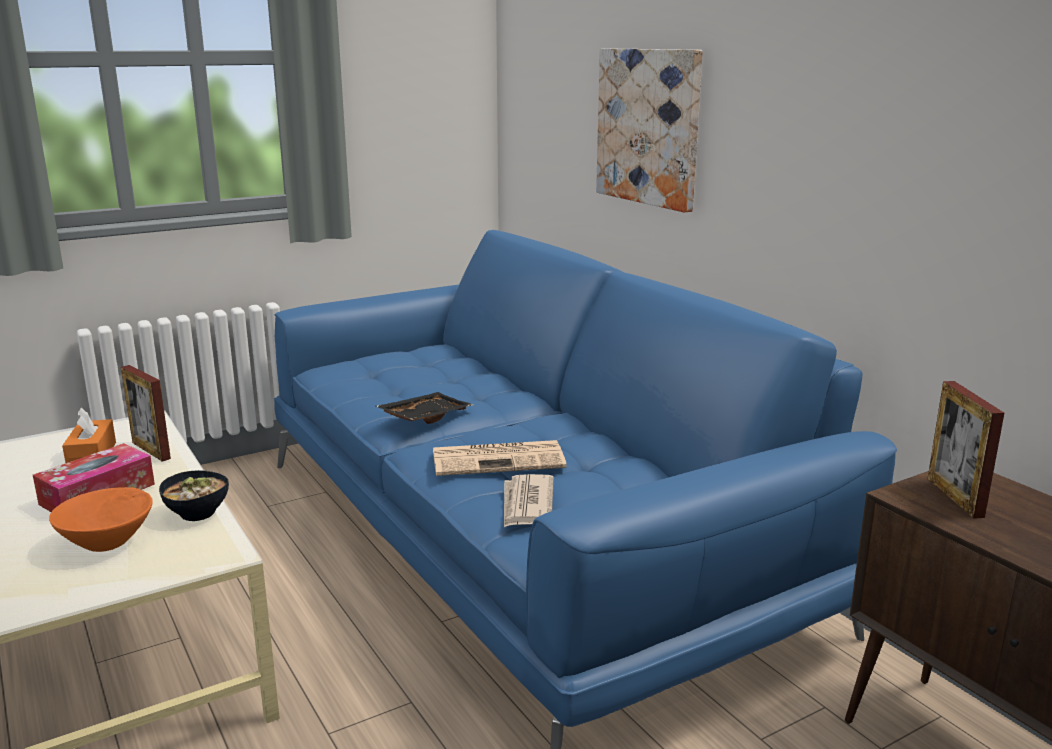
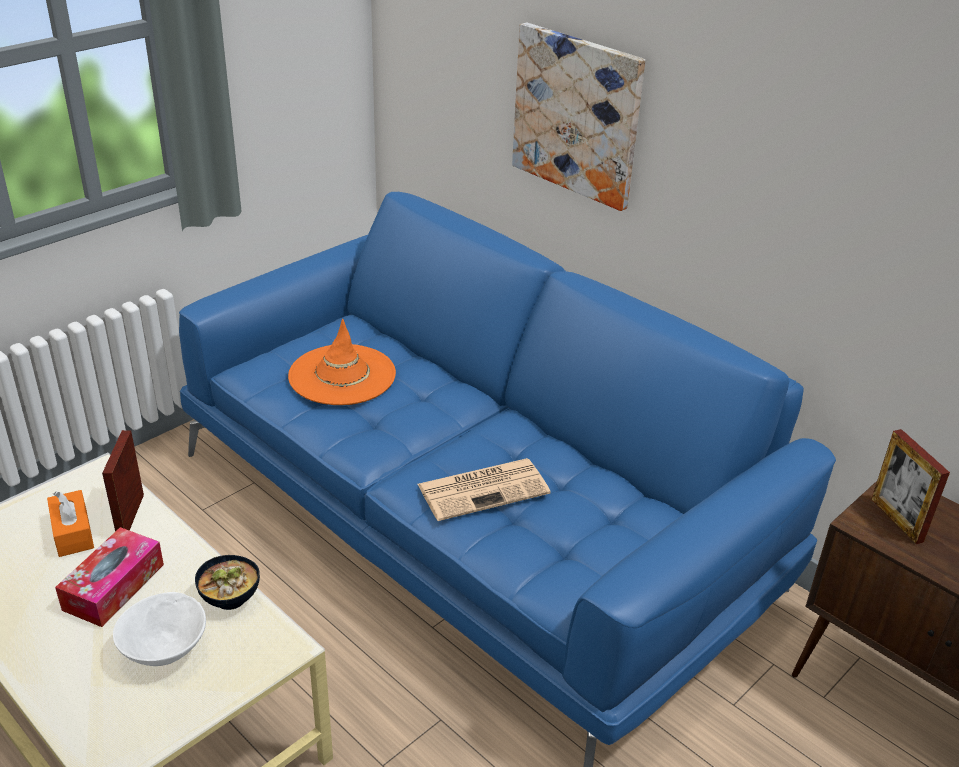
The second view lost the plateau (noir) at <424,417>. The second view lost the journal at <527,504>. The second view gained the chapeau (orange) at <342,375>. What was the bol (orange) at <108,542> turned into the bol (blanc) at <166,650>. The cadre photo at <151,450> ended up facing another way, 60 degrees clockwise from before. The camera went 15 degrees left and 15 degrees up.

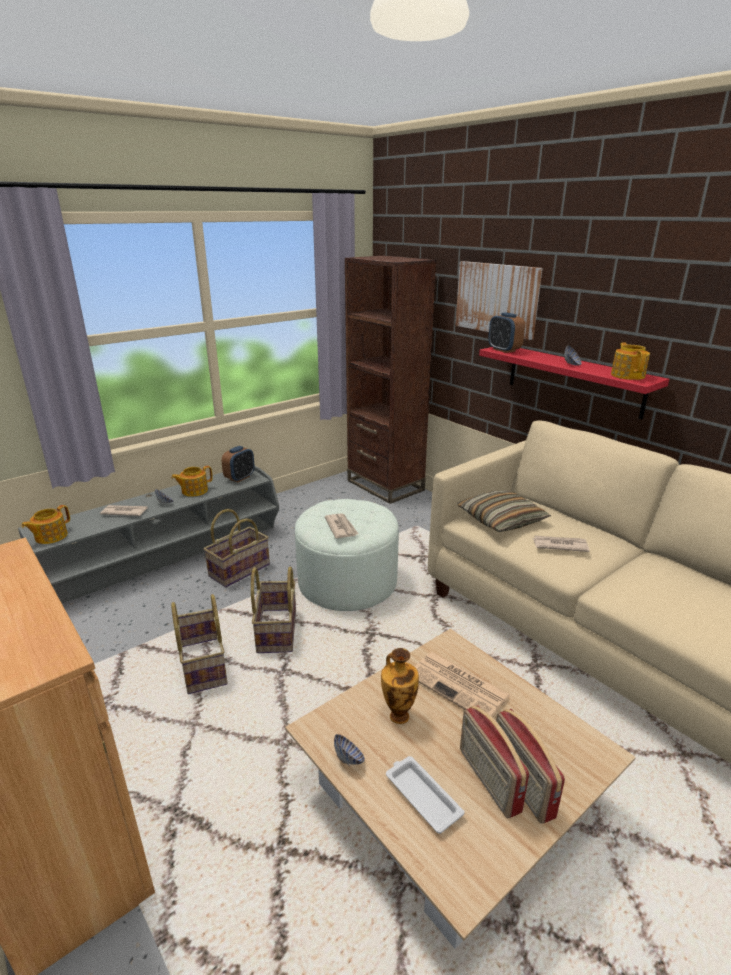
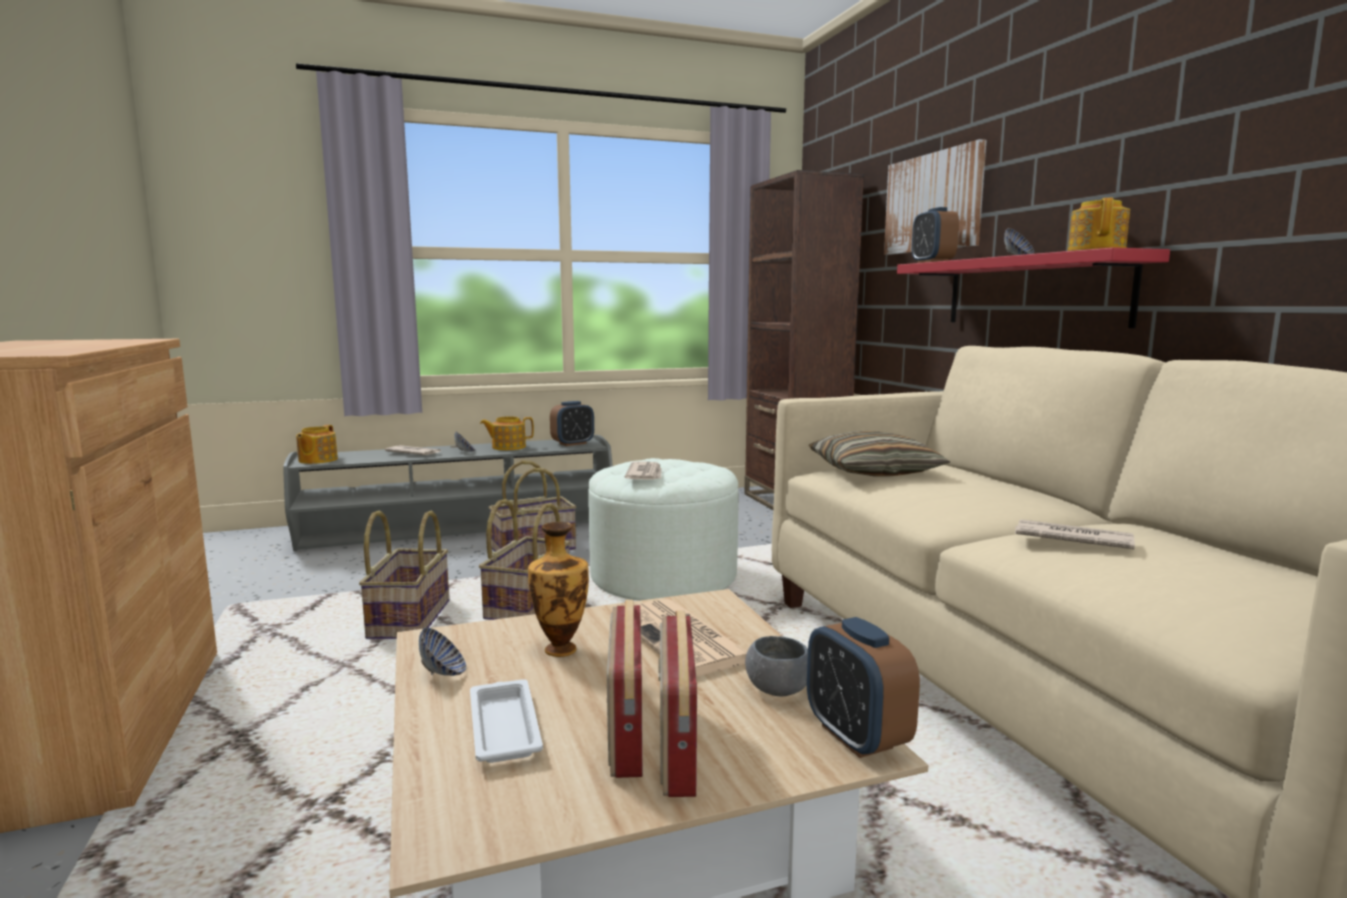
The second view gained the bol (gris) at <778,690>. The second view gained the réveil at <856,736>. The journal ended up elsewhere, having gone from <559,545> to <1071,539>. The théière at <50,536> ended up facing another way, 45 degrees counterclockwise from before. The camera went 20 degrees right and 15 degrees down.

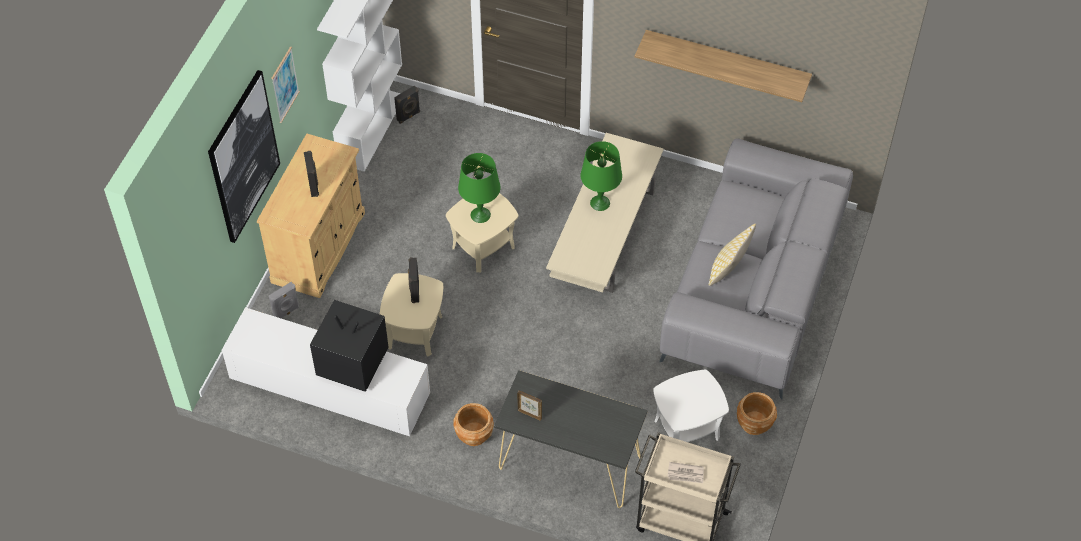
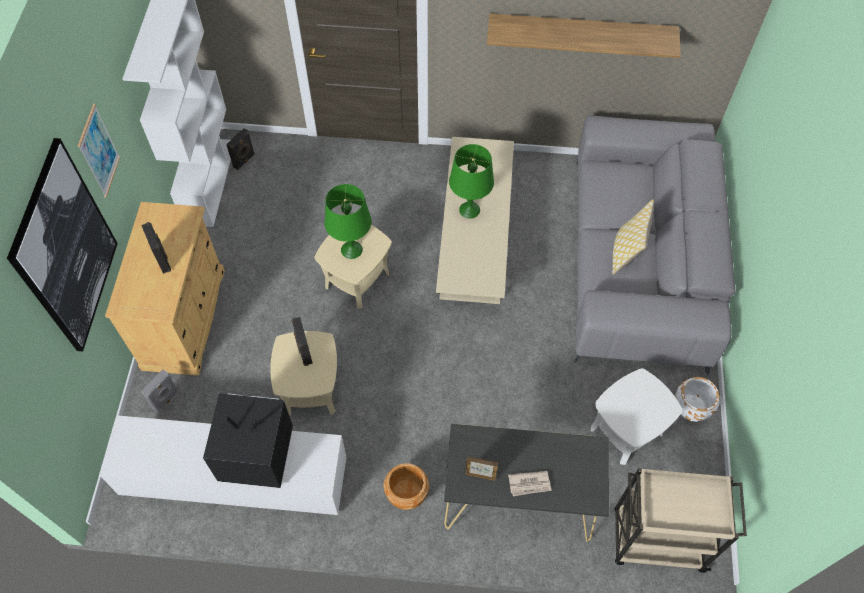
The journal ended up elsewhere, having gone from <685,474> to <529,484>. What was the cache-pot (marron) at <754,424> turned into the cache-pot (blanc) at <691,408>. The camera went 15 degrees left and 5 degrees up.

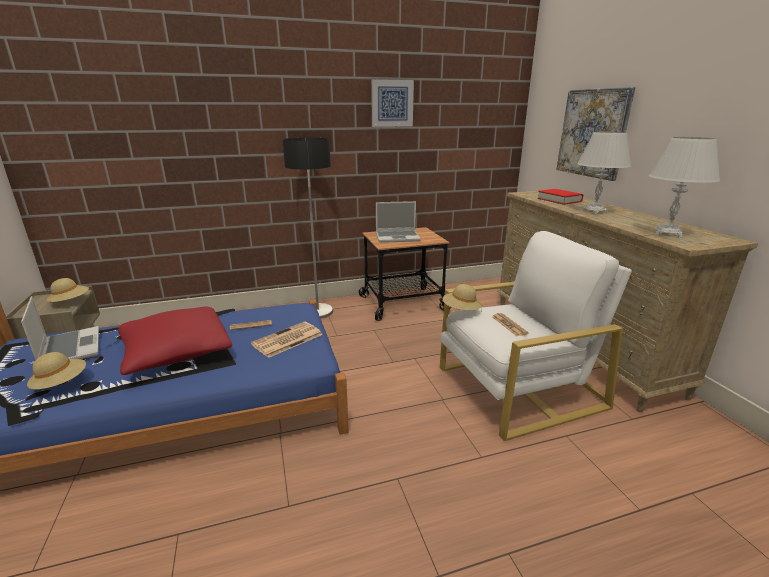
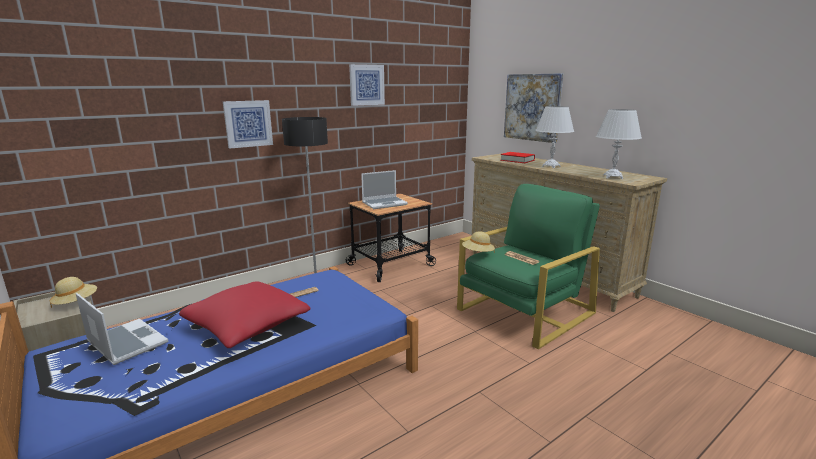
The second view lost the chapeau (beige) at <61,383>. The second view lost the journal at <287,340>. The second view gained the tableau at <248,123>. What was the fauteuil (blanc) at <518,387> turned into the fauteuil (vert) at <524,311>. The camera went 20 degrees left and 5 degrees down.

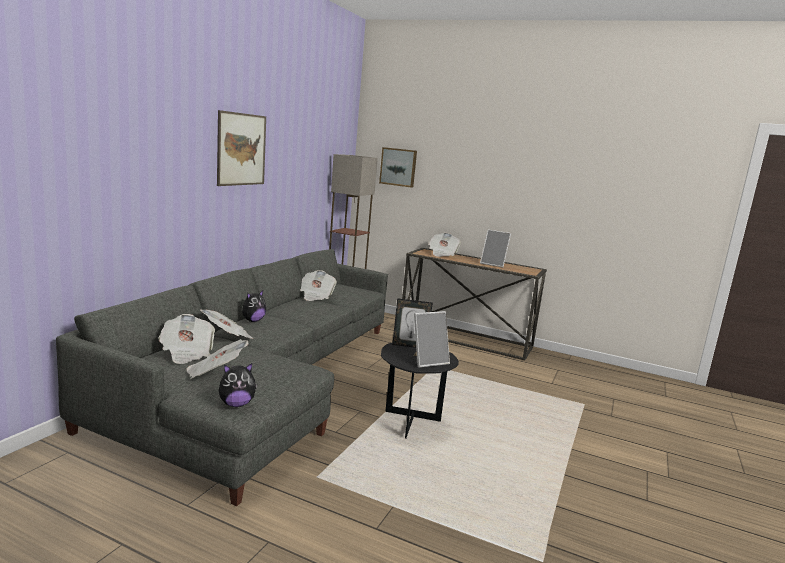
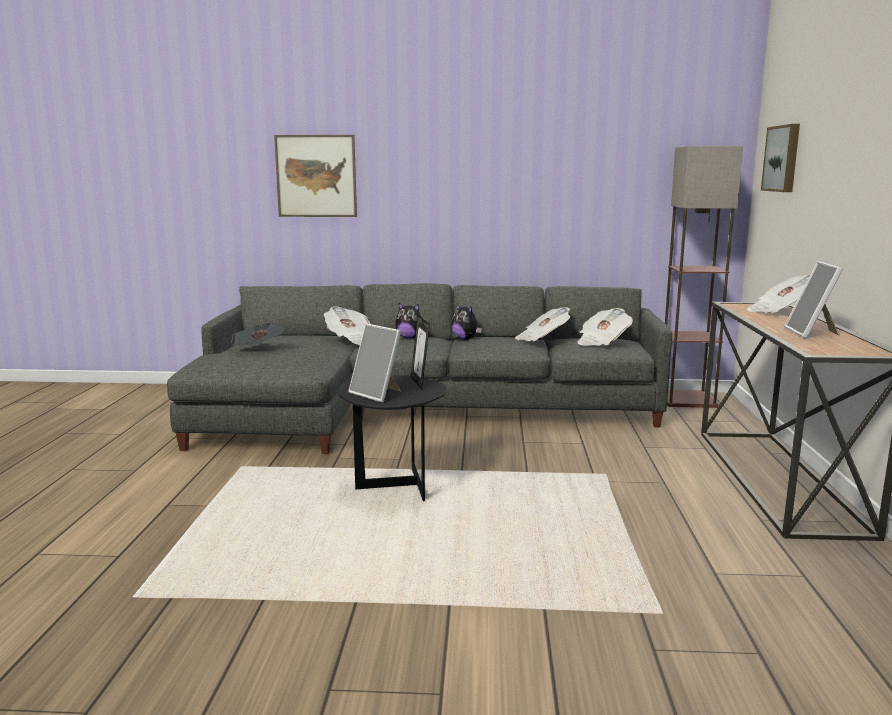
The journal ended up elsewhere, having gone from <187,353> to <602,342>. The tableau ended up elsewhere, having gone from <241,149> to <316,176>. The peluche ended up elsewhere, having gone from <236,404> to <465,339>. The camera went 70 degrees right and 0 degrees up.

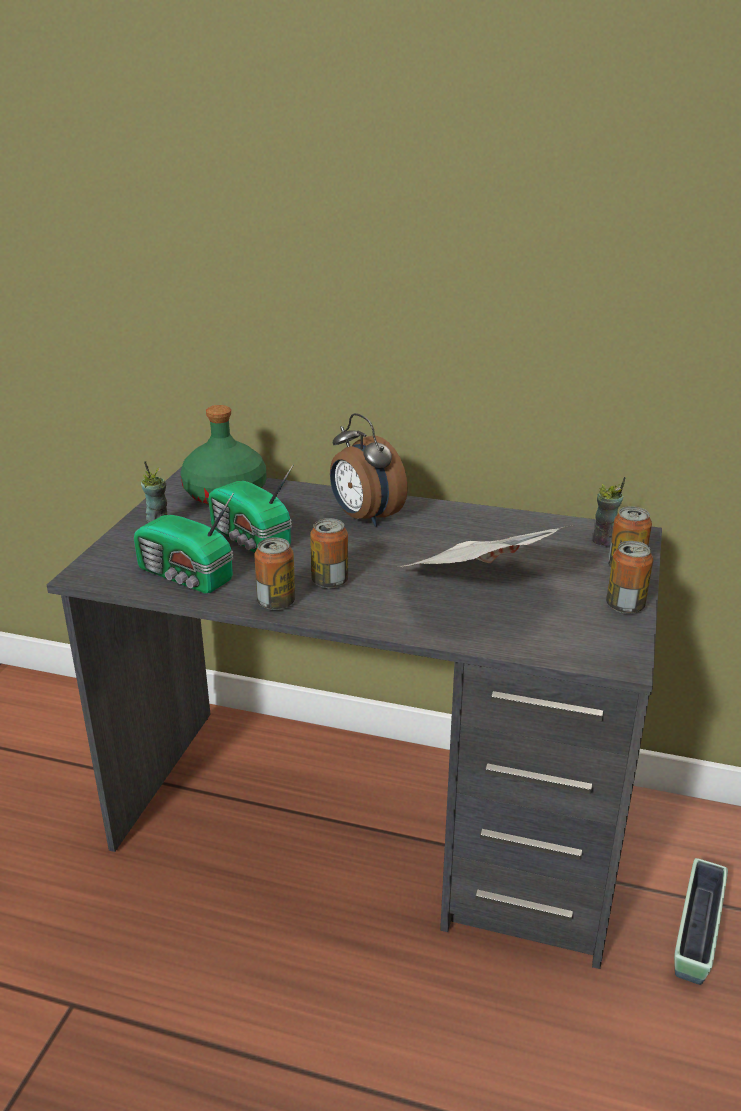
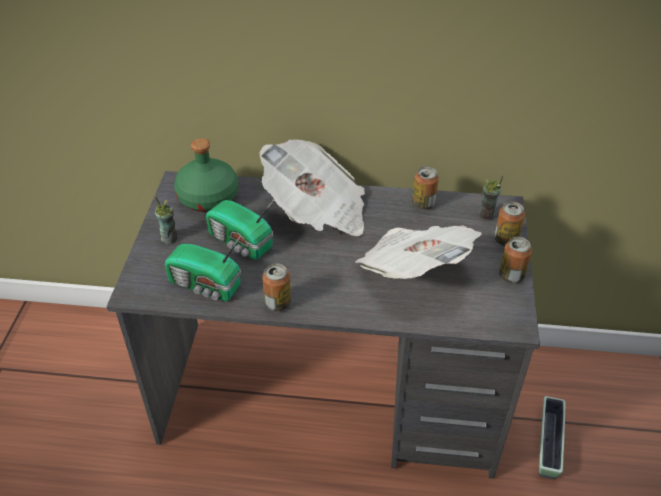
The boîte métallique ended up elsewhere, having gone from <330,581> to <423,204>. Where the réveil stood at <364,518>, the journal came to stand at <317,211>. The camera went 10 degrees left and 15 degrees up.

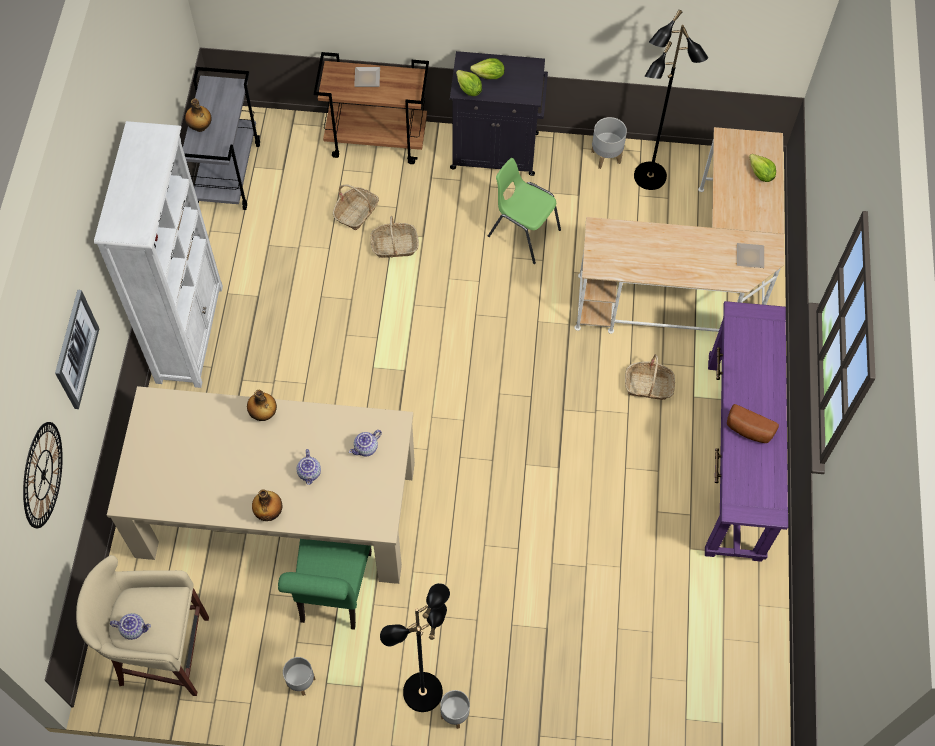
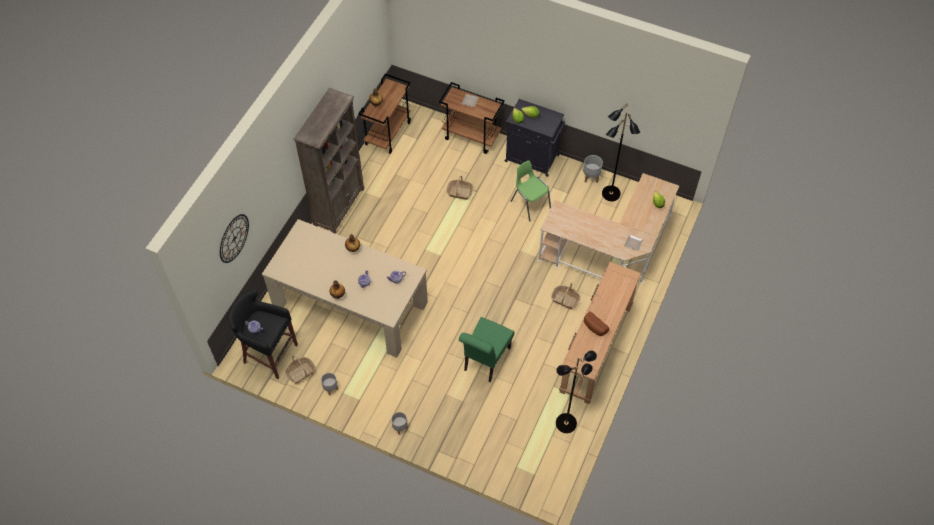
The second view lost the tableau at <75,349>. The chaise (vert) ended up elsewhere, having gone from <333,592> to <485,361>. The panier ended up elsewhere, having gone from <356,212> to <301,372>. The lampadaire (noir) ended up elsewhere, having gone from <422,691> to <566,422>. What was the tabouret (beige) at <161,653> turned into the tabouret (noir) at <269,354>. What was the bibliothèque (blanc) at <190,333> turned into the bibliothèque (marron) at <339,207>. What was the chariot (gris) at <227,173> turned into the chariot (marron) at <388,133>. What was the table console (violet) at <733,457> turned into the table console (marron) at <596,348>. The camera went 20 degrees right and 5 degrees down.

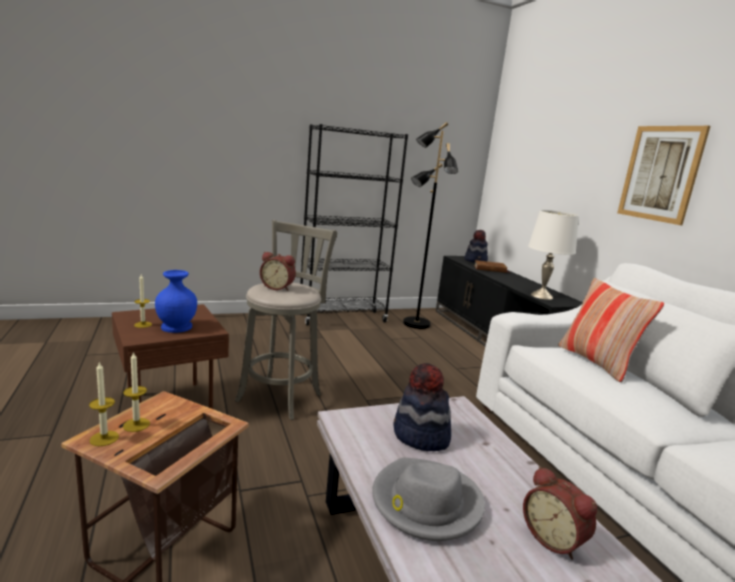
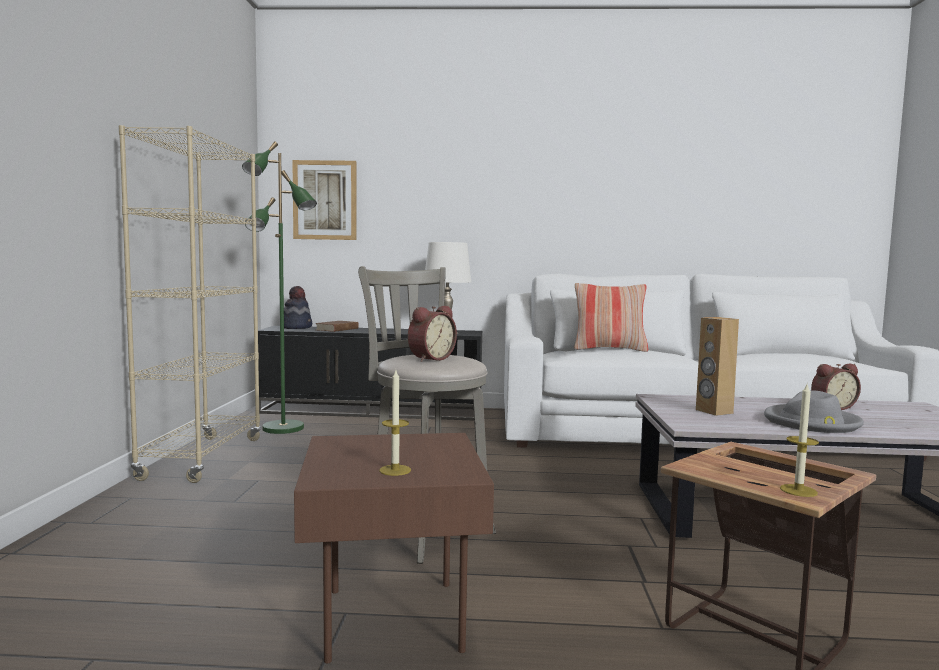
The second view lost the bougie at <136,425>. The second view lost the vase (bleu) at <177,327>. The tableau ended up elsewhere, having gone from <660,173> to <325,200>. Where the chapeau stood at <420,436>, the enceinte (marron) came to stand at <713,411>. What was the bibliothèque (noir) at <342,318> turned into the bibliothèque (beige) at <203,458>. What was the lampadaire (noir) at <415,324> turned into the lampadaire (vert) at <283,429>. The camera went 65 degrees left and 10 degrees down.

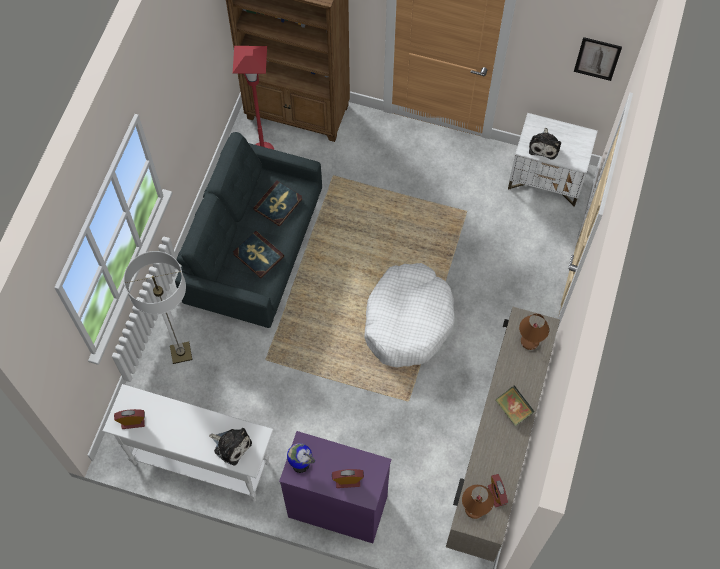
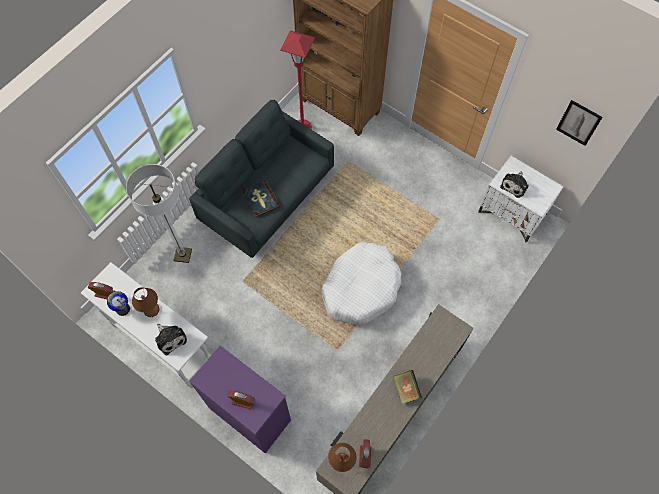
The second view lost the livre at <278,204>. The globe ended up elsewhere, having gone from <300,464> to <123,309>. The lampe de table (marron) ended up elsewhere, having gone from <529,342> to <151,310>. The camera went 20 degrees right and 0 degrees up.

